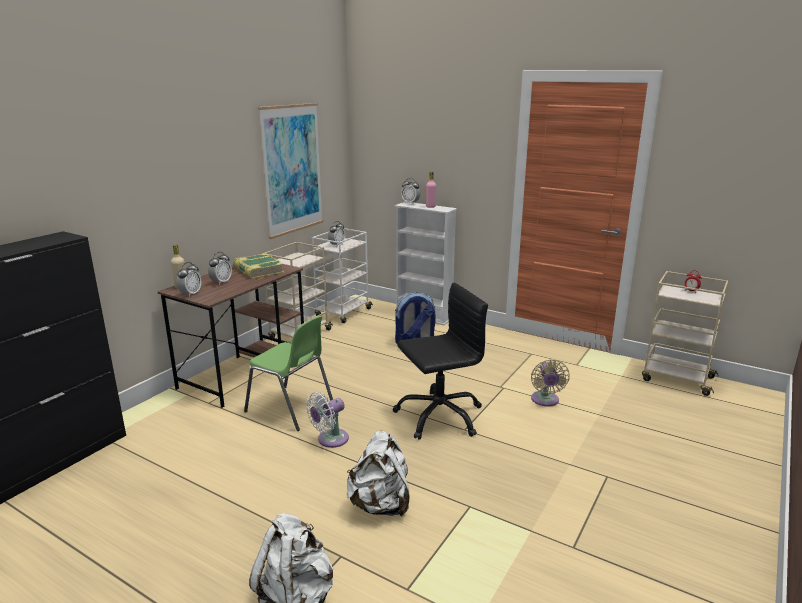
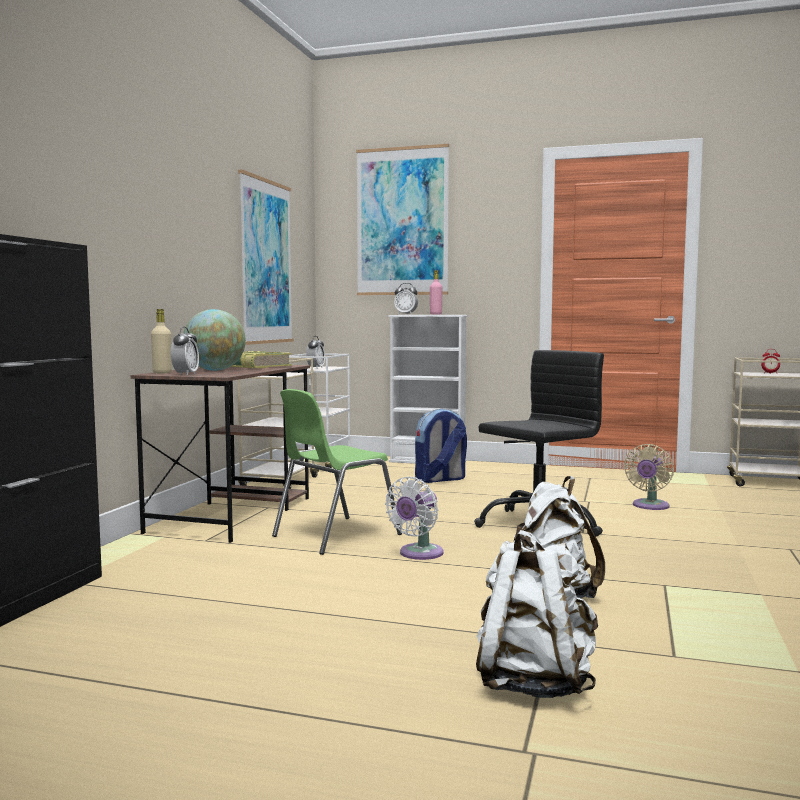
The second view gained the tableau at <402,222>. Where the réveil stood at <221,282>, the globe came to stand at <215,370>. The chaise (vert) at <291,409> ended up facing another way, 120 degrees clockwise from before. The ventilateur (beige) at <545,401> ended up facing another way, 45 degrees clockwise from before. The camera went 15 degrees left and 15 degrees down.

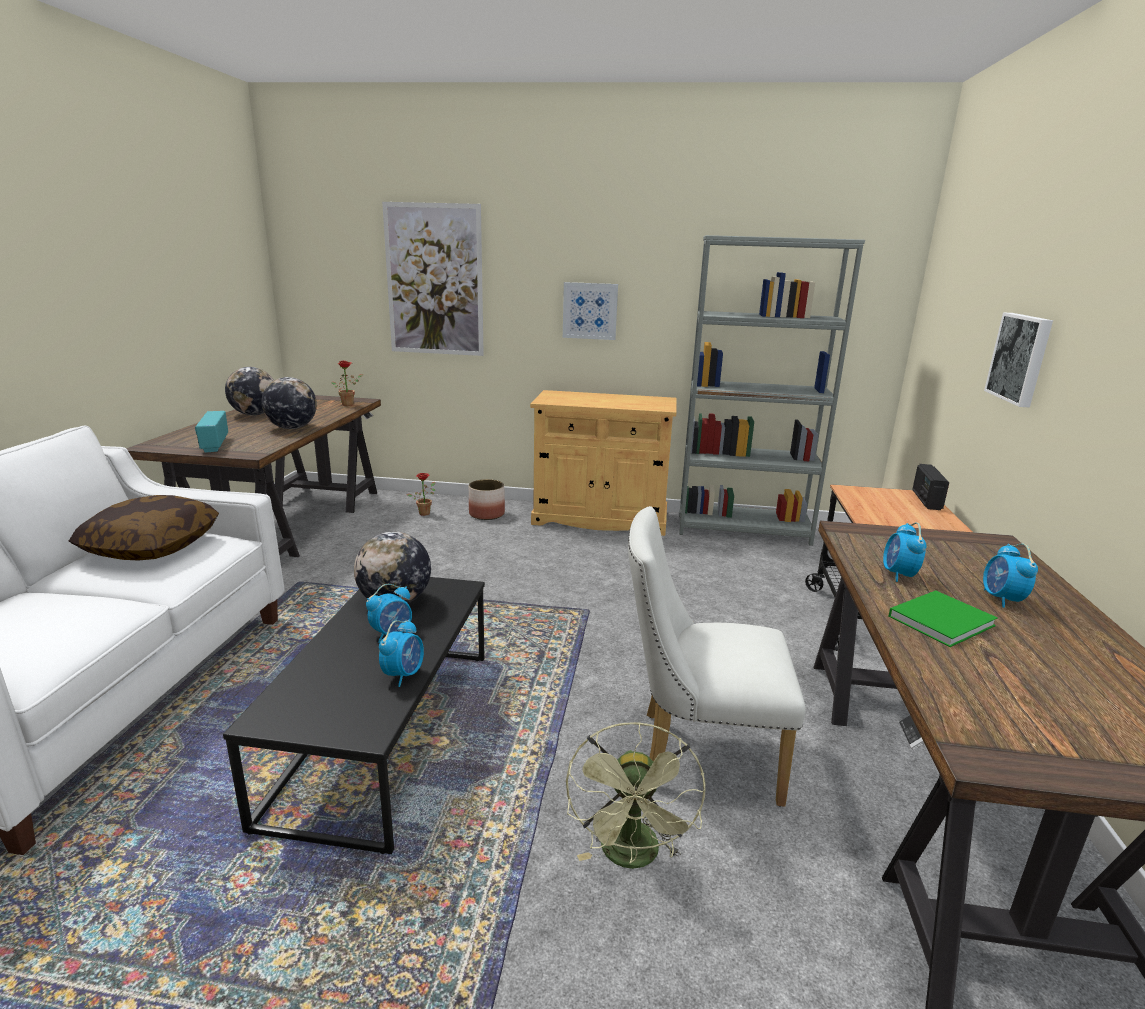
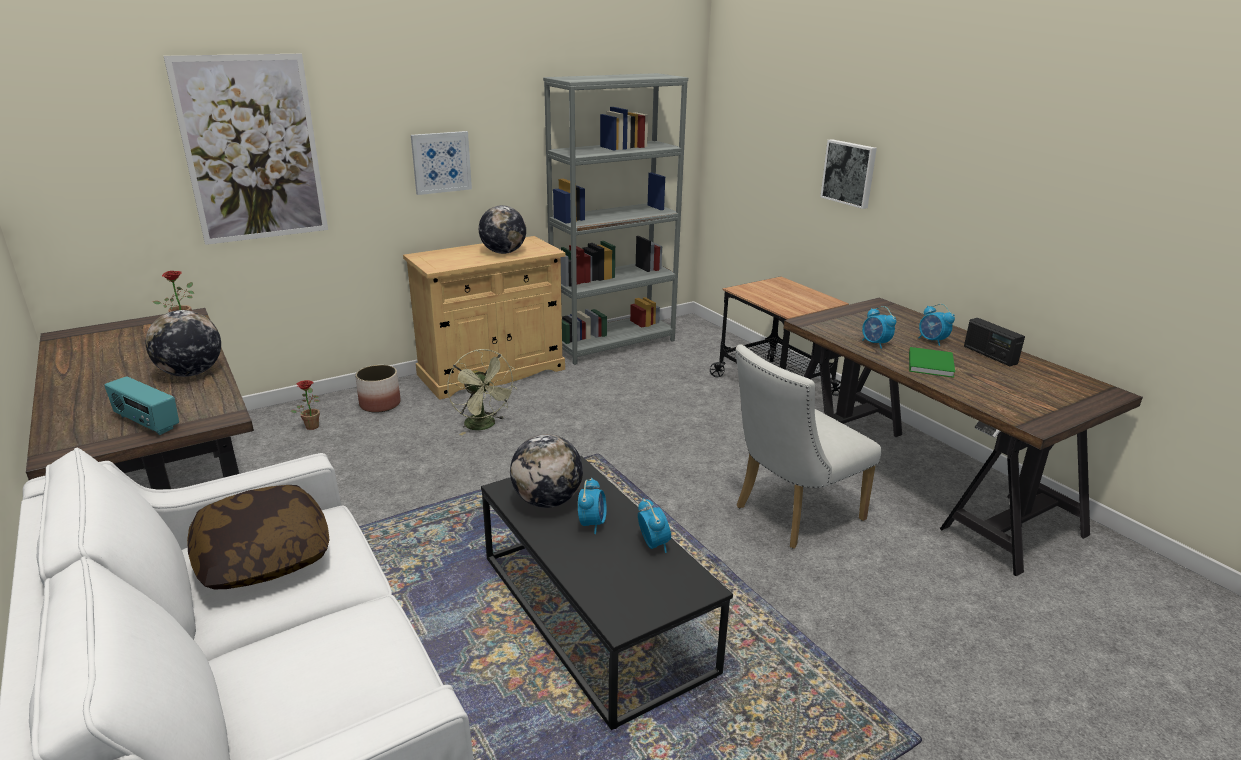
The globe ended up elsewhere, having gone from <255,414> to <503,252>. The ventilateur (vert) ended up elsewhere, having gone from <632,857> to <484,426>. The radio ended up elsewhere, having gone from <926,500> to <989,355>. The camera went 40 degrees left and 5 degrees up.

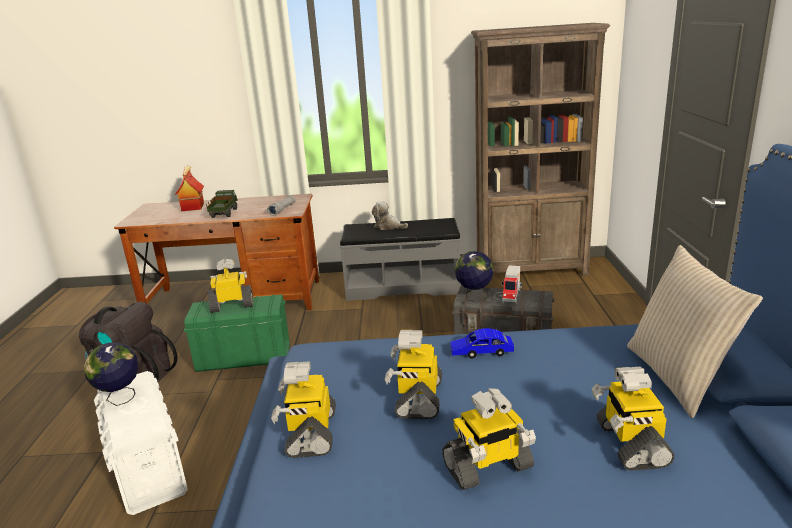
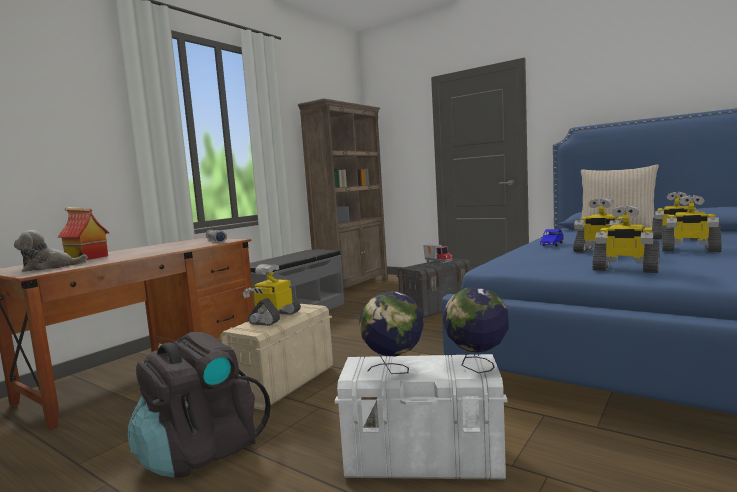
The second view lost the camion jouet at <224,214>. The peluche ended up elsewhere, having gone from <388,226> to <49,267>. The globe ended up elsewhere, having gone from <474,297> to <477,367>. What was the boîte de rangement (vert) at <243,357> turned into the boîte de rangement (beige) at <283,383>. The robot jouet at <488,467> ended up facing another way, 105 degrees clockwise from before. The camera went 55 degrees left and 15 degrees down.

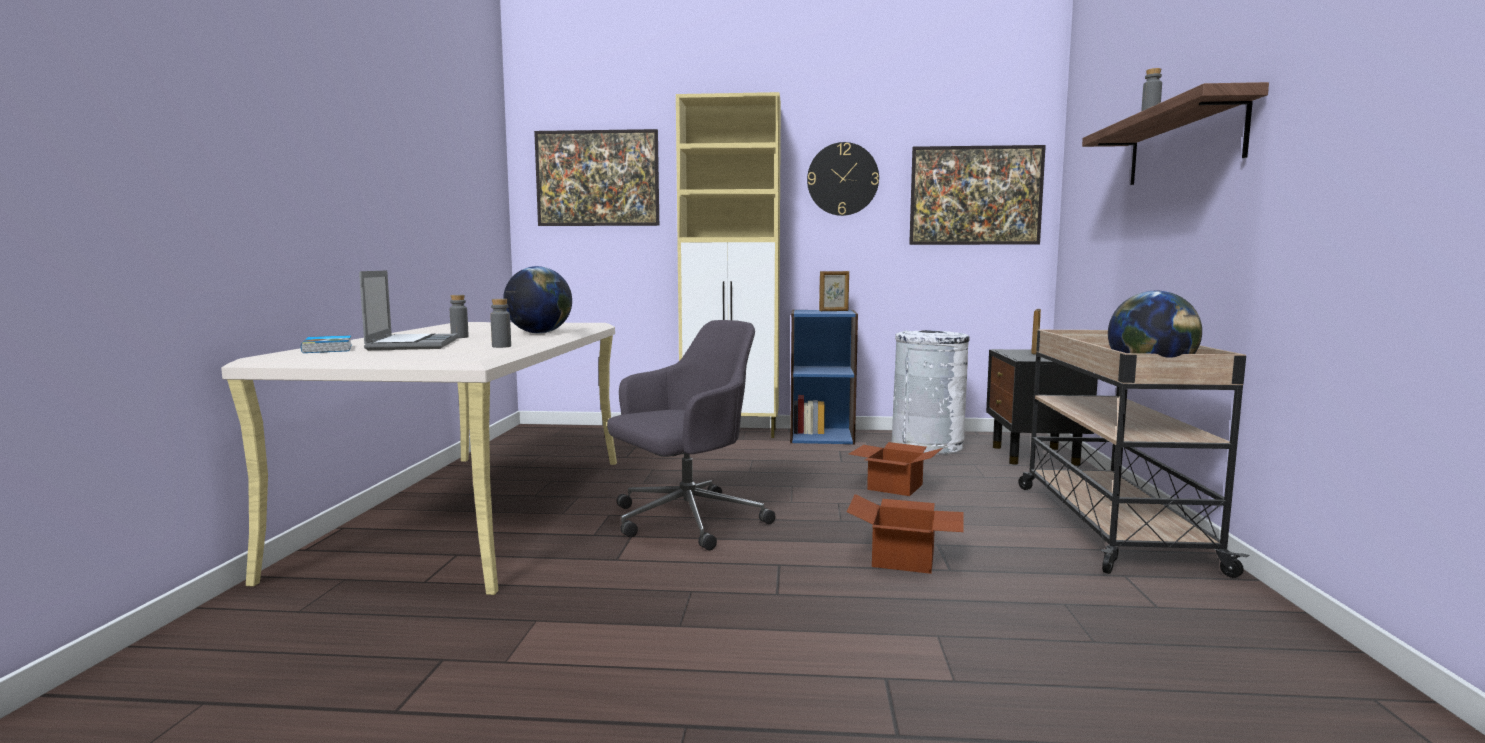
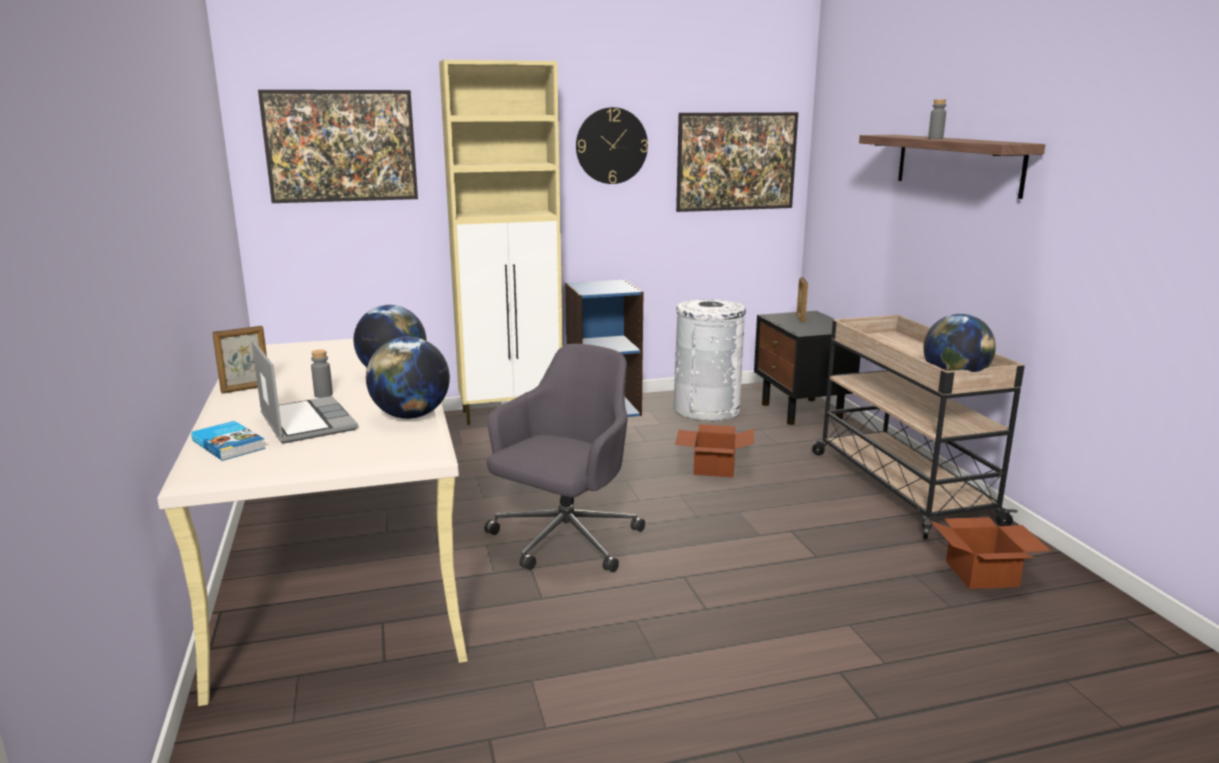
The cadre photo ended up elsewhere, having gone from <834,311> to <246,389>. The carton ended up elsewhere, having gone from <905,559> to <984,574>. Where the bouteille (gris) stood at <501,346>, the globe came to stand at <411,416>. The camera went 20 degrees left and 10 degrees up.

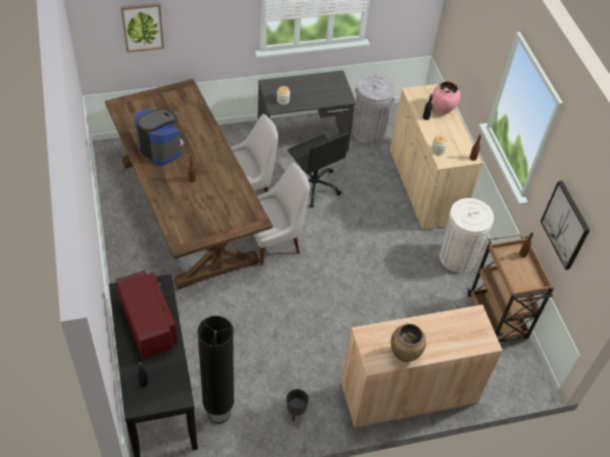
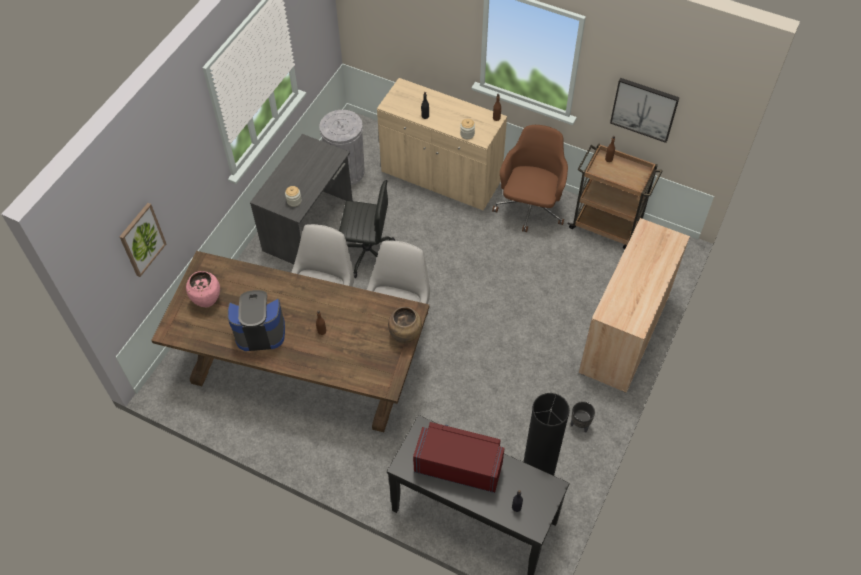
The vase (marron) ended up elsewhere, having gone from <404,355> to <406,336>. The vase (rose) ended up elsewhere, having gone from <442,110> to <207,300>. Where the poubelle (blanc) stood at <457,258>, the chaise de bureau (marron) came to stand at <530,208>. The camera went 45 degrees left and 5 degrees up.

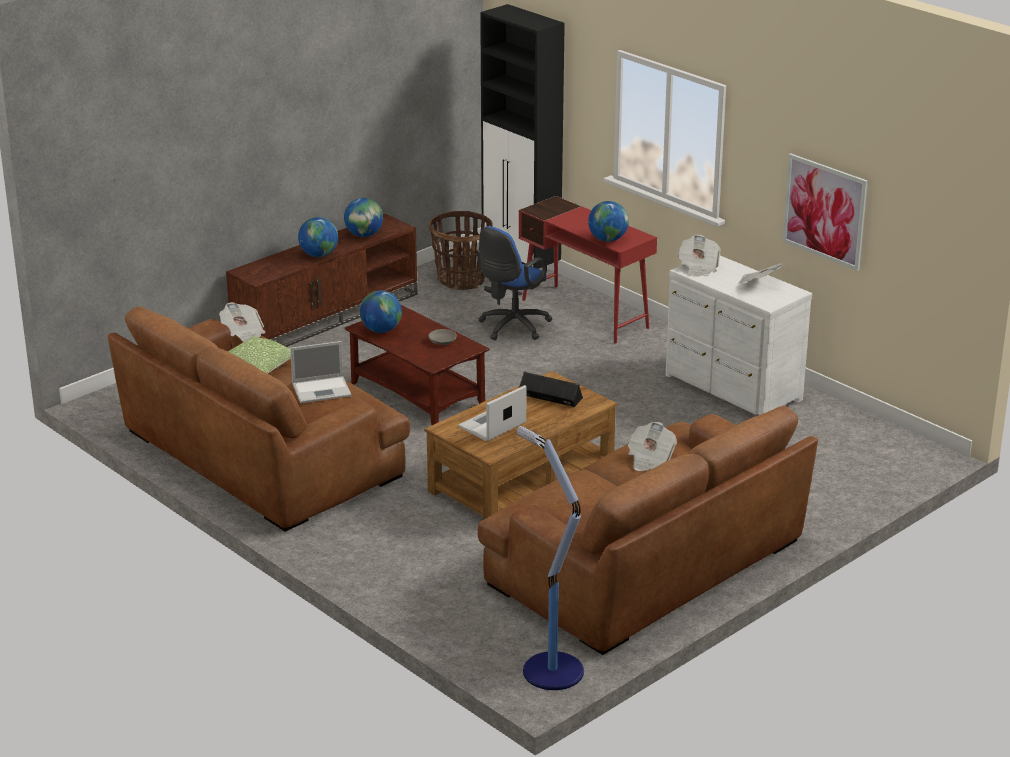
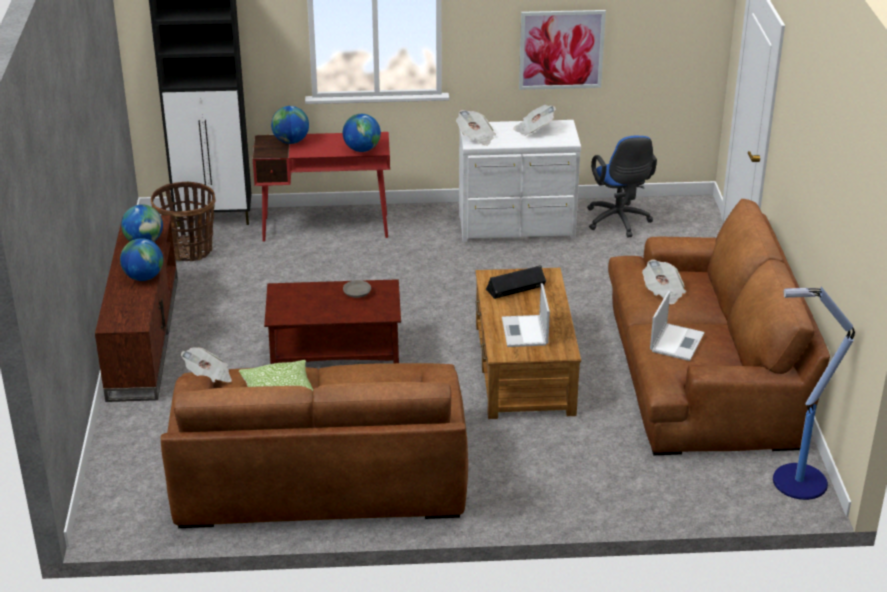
The ordinateur portable ended up elsewhere, having gone from <323,390> to <677,341>. The globe ended up elsewhere, having gone from <381,330> to <291,141>. The chaise de bureau (bleu) ended up elsewhere, having gone from <511,327> to <619,222>. The camera went 50 degrees left and 5 degrees up.

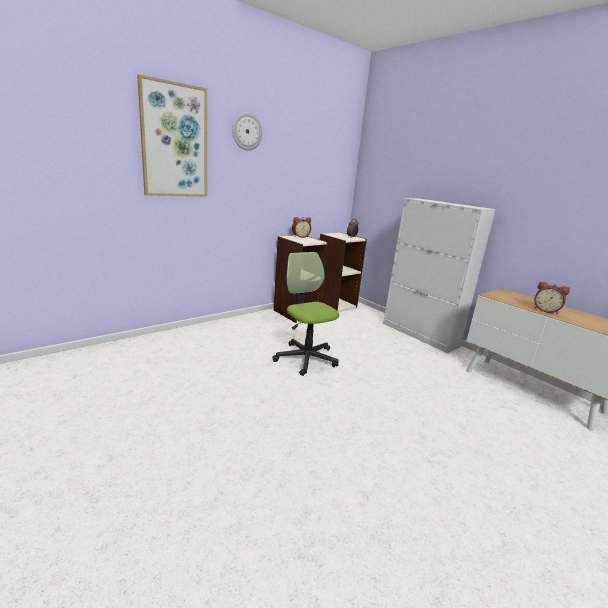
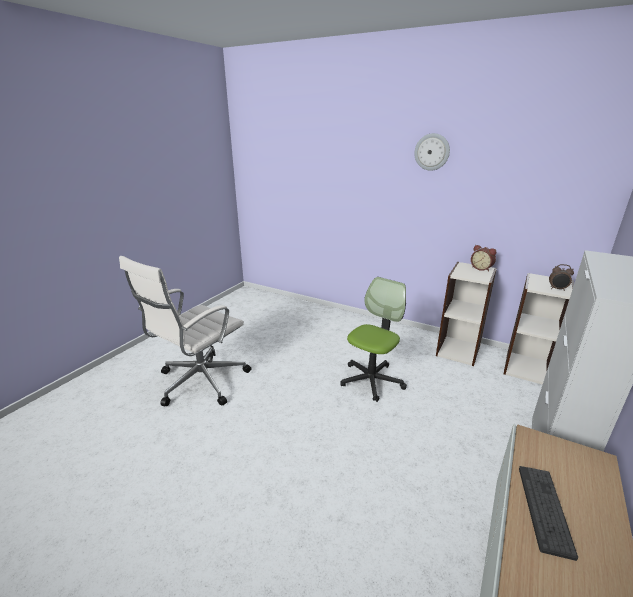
The second view lost the tableau at <174,141>. The second view gained the chaise de bureau (blanc) at <200,382>. Where the réveil stood at <546,310>, the clavier came to stand at <544,509>. The camera went 70 degrees right and 5 degrees up.

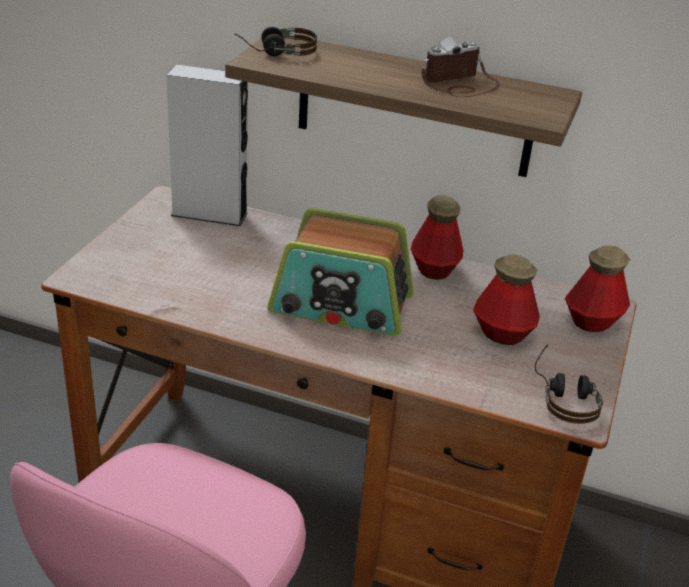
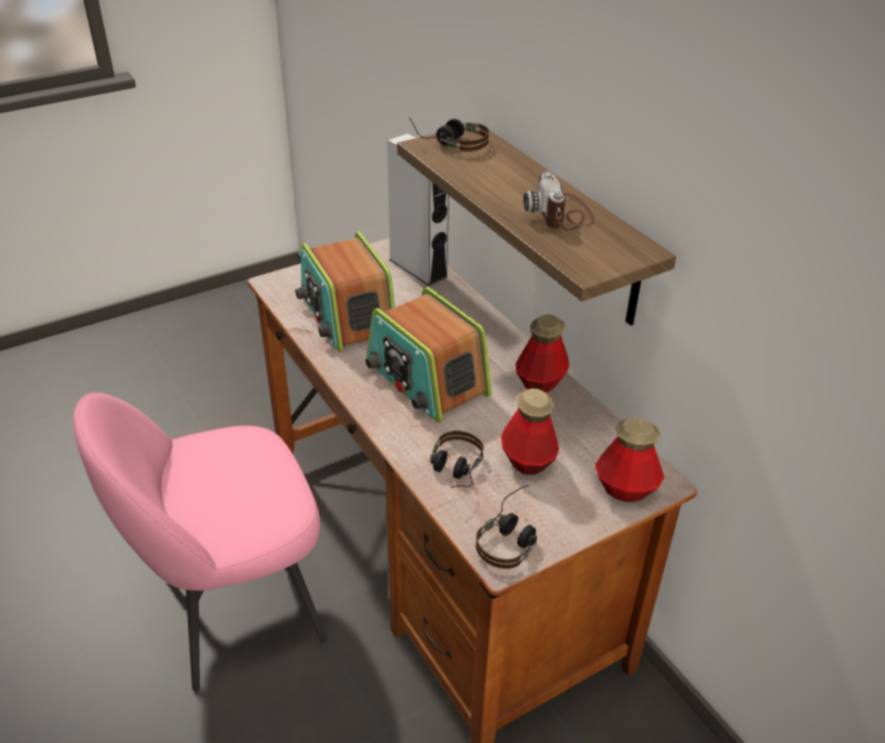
The second view gained the radio at <347,316>. The second view gained the casque audio at <454,472>. The appareil photo at <459,84> ended up facing another way, 105 degrees counterclockwise from before. The camera went 40 degrees right and 5 degrees up.

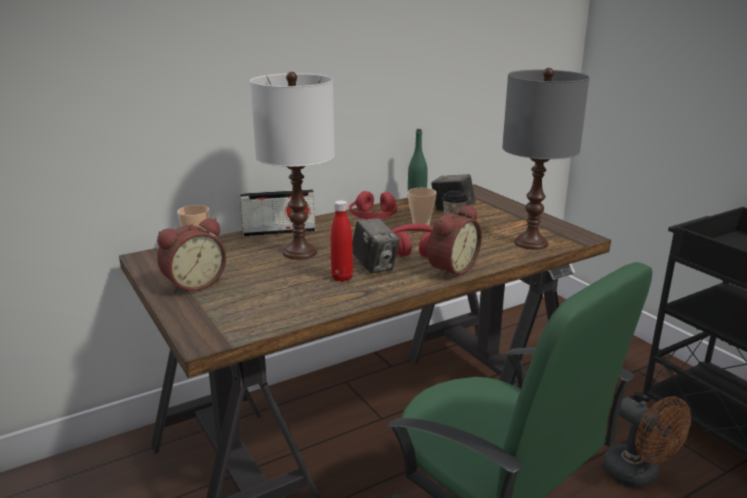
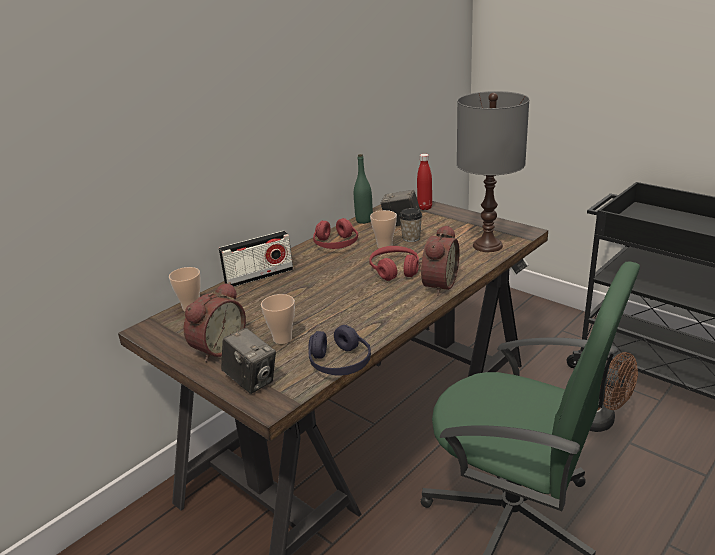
The second view lost the lampe de table (blanc) at <300,253>. The second view gained the tasse at <282,338>. The second view gained the casque audio (violet) at <340,363>. The bouteille (rouge) ended up elsewhere, having gone from <342,278> to <424,208>. The appareil photo ended up elsewhere, having gone from <374,266> to <251,381>. The camera went 15 degrees left and 5 degrees up.

